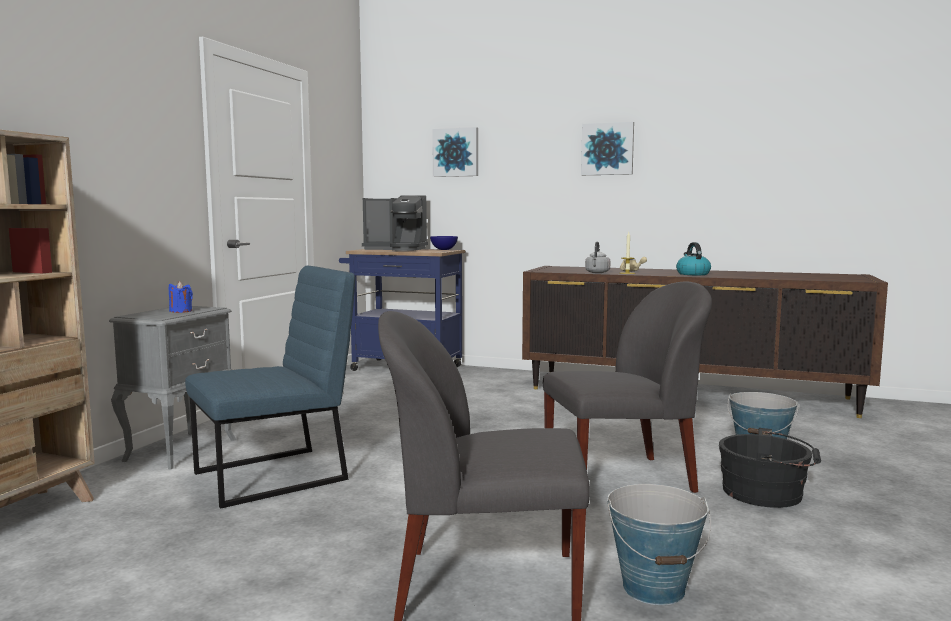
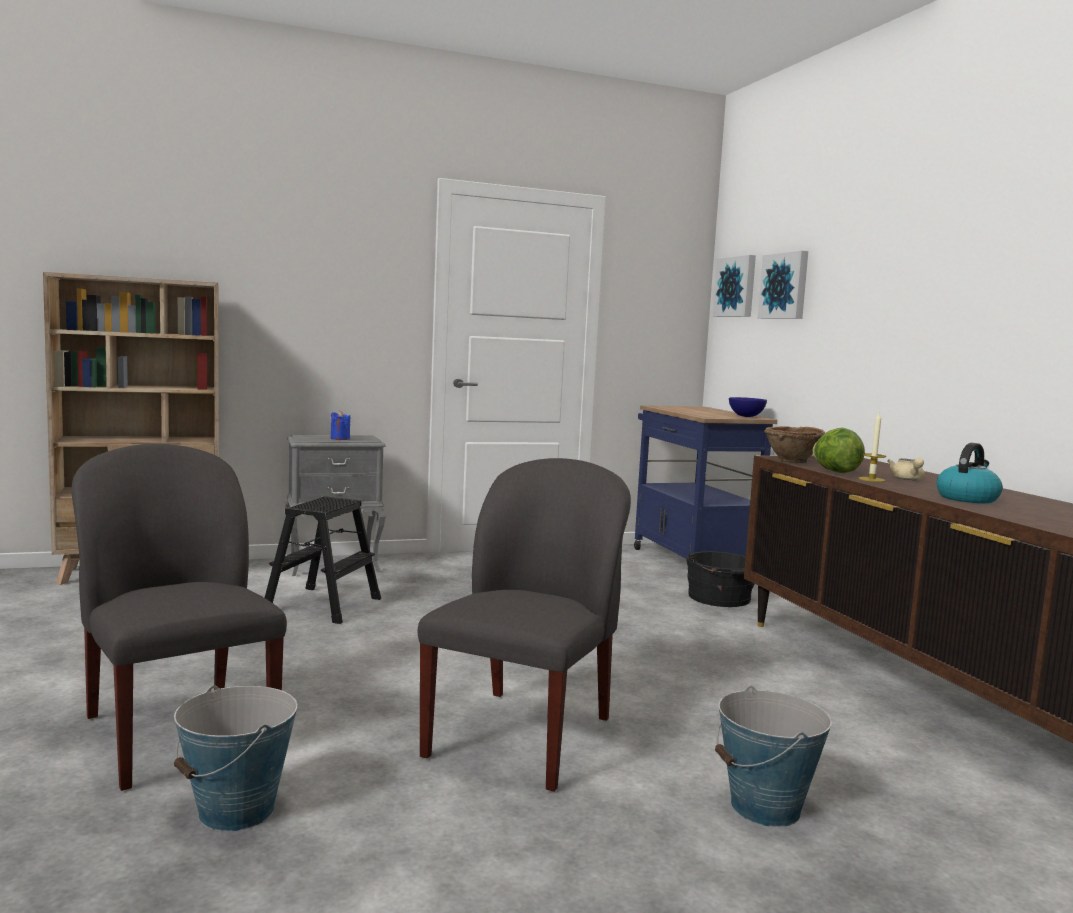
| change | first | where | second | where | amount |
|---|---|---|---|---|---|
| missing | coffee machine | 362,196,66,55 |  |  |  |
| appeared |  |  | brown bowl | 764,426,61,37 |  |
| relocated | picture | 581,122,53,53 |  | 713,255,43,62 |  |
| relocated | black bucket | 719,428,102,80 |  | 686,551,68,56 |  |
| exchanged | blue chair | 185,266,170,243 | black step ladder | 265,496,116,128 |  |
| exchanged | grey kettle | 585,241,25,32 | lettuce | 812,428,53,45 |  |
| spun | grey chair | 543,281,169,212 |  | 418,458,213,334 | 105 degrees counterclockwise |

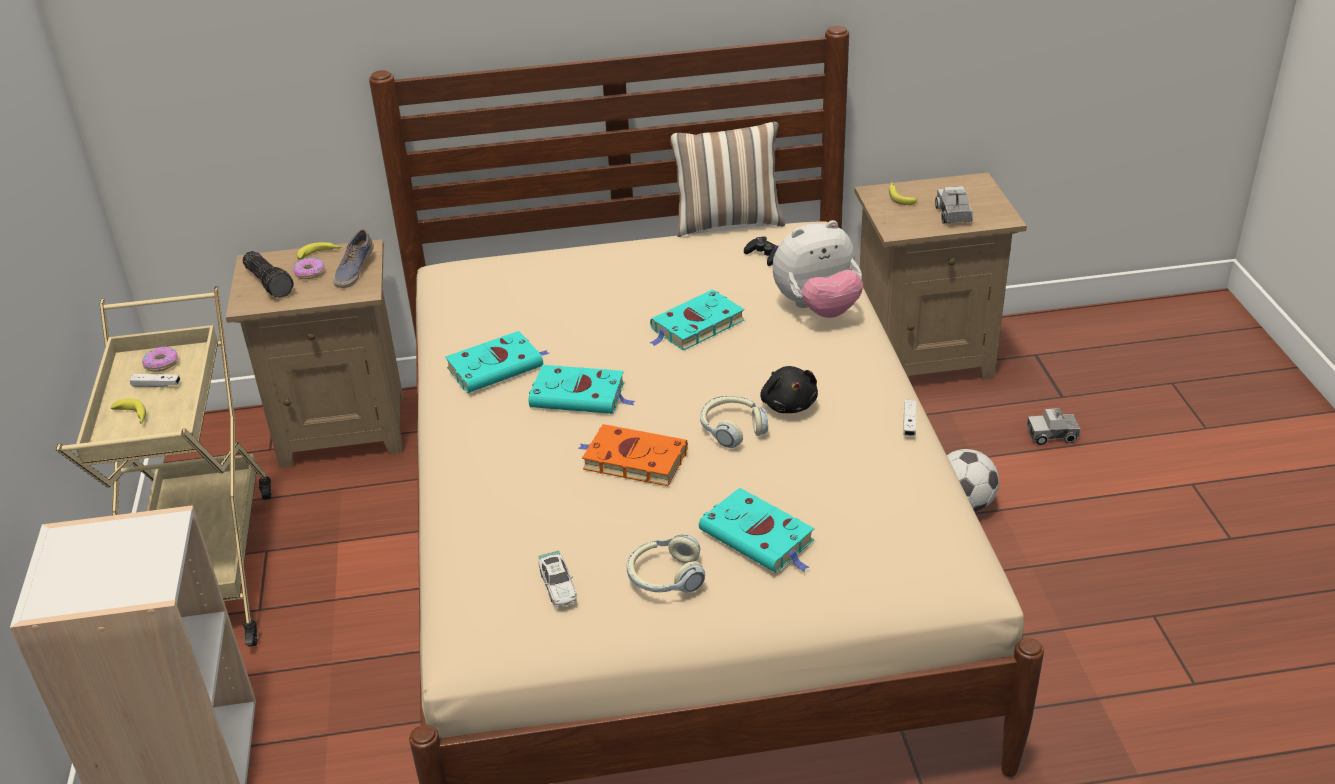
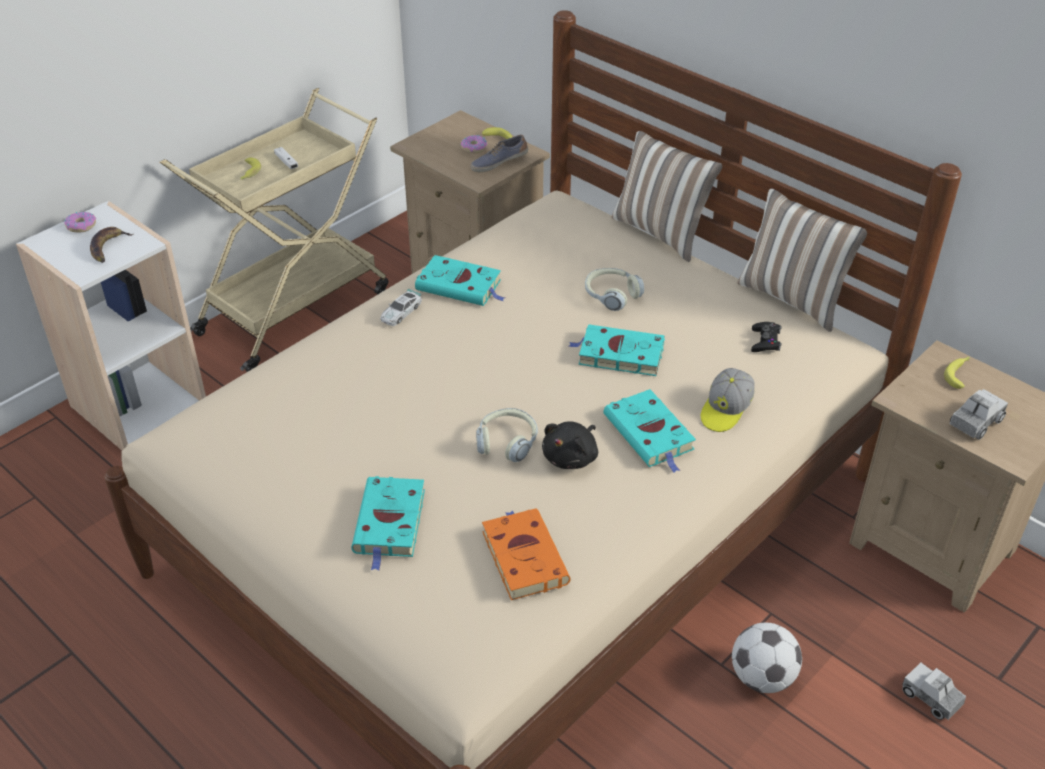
| change | first | where | second | where | amount |
|---|---|---|---|---|---|
| missing | flashlight | 243,251,51,47 |  |  |  |
| missing | white game controller | 903,400,13,36 |  |  |  |
| appeared |  |  | banana | 90,227,43,36 |  |
| appeared |  |  | pillow | 612,131,110,131 |  |
| relocated | donut | 142,347,36,25 |  | 64,212,32,20 |  |
| relocated | turquoise book | 529,365,106,49 |  | 604,389,92,84 |  |
| relocated | toy car | 538,550,39,57 |  | 380,289,42,37 |  |
| relocated | orange book | 578,424,110,62 |  | 482,508,88,92 |  |
| relocated | headphones | 627,534,78,58 |  | 585,268,59,43 |  |
| exchanged | plush toy | 773,220,90,98 | cap | 701,368,54,64 |  |

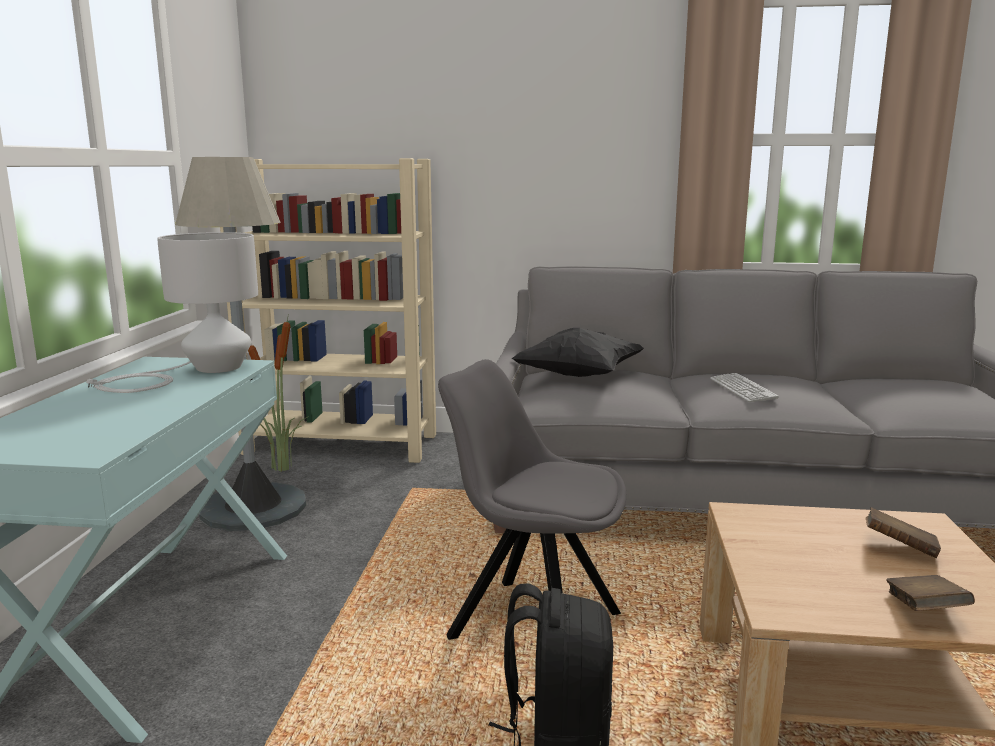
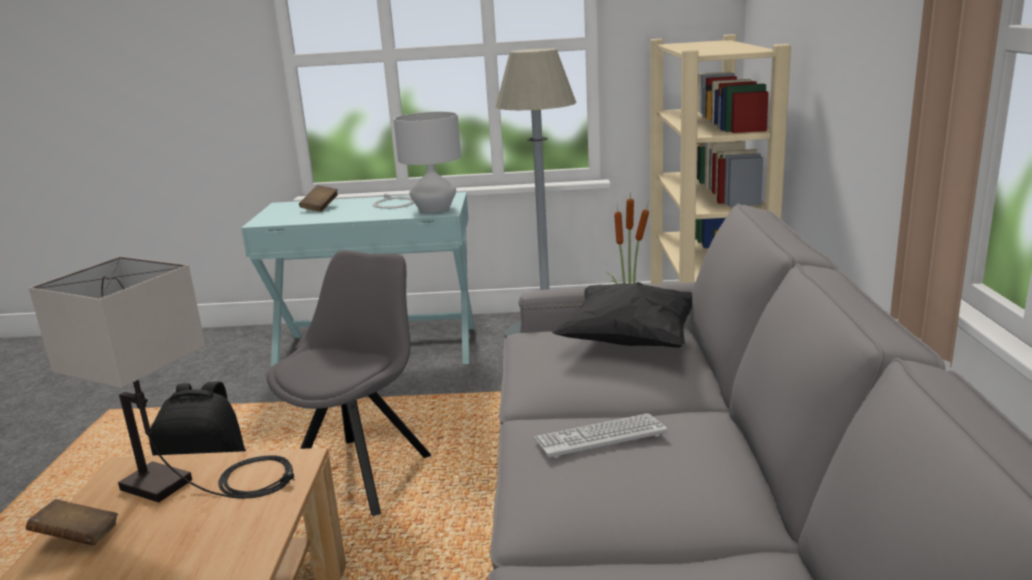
| change | first | where | second | where | amount |
|---|---|---|---|---|---|
| appeared |  |  | table lamp | 29,256,266,246 |  |
| relocated | brown book | 866,507,75,51 |  | 299,185,39,27 |  |

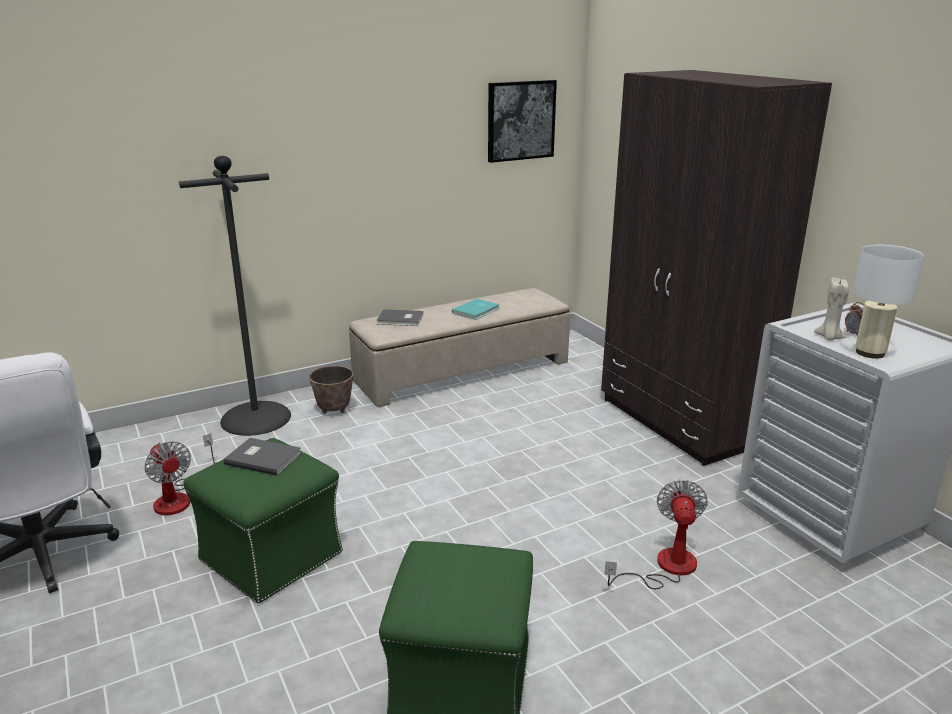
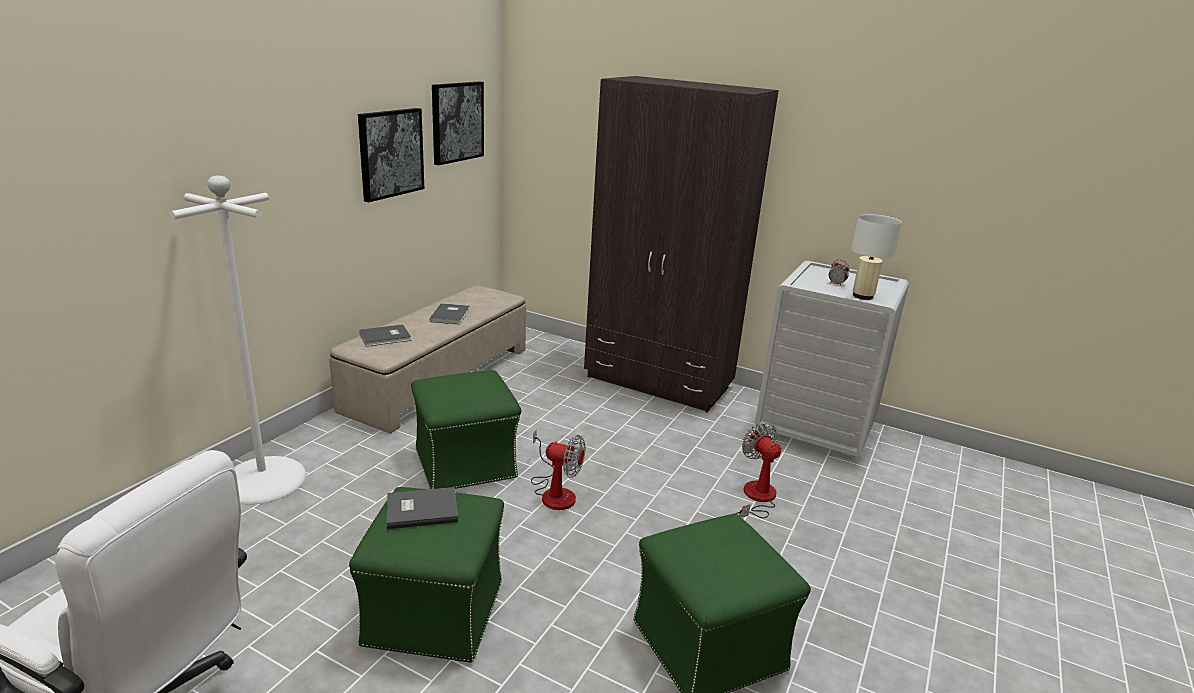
| change | first | where | second | where | amount |
|---|---|---|---|---|---|
| missing | planter | 309,366,44,48 |  |  |  |
| missing | beige candle | 814,278,35,62 |  |  |  |
| appeared |  |  | picture | 358,108,66,94 |  |
| appeared |  |  | green ottoman | 411,370,110,119 |  |
| relocated | fan | 144,433,71,82 |  | 531,430,54,80 |  |
| colour | black clothes rack | 179,156,112,280 | white clothes rack | 170,176,136,328 |  |
| colour | turquoise book | 452,299,48,21 | grey book | 430,303,40,21 |  |

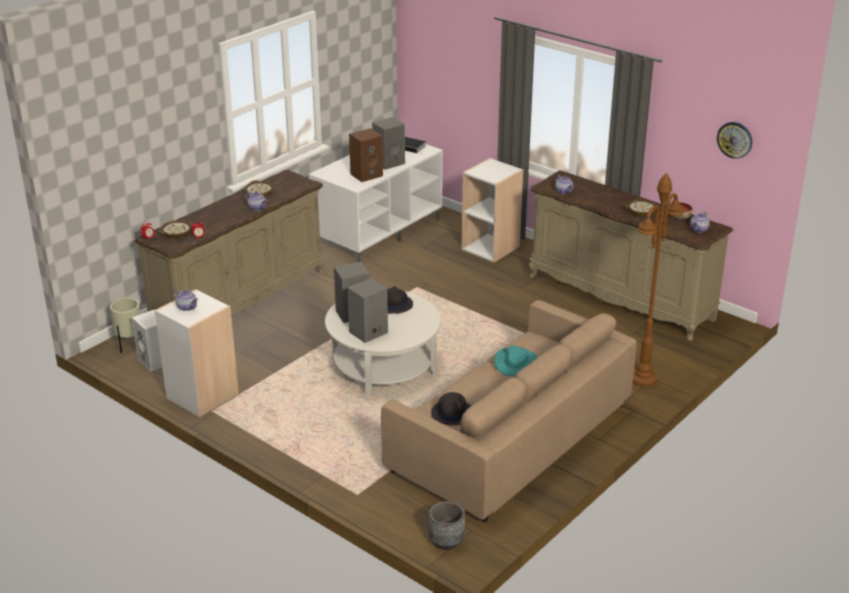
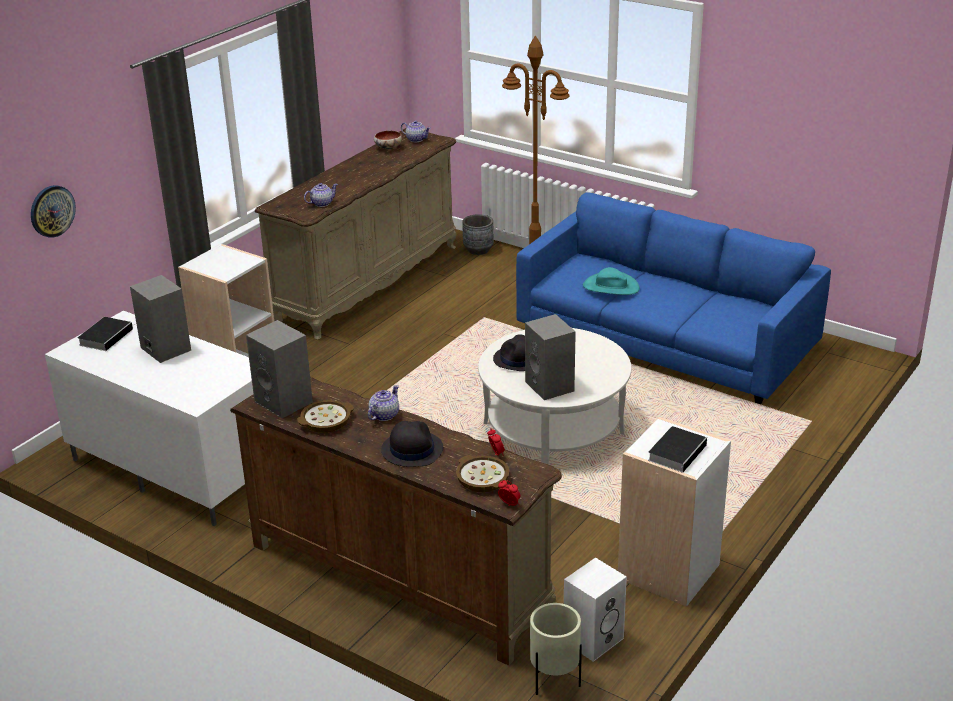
| change | first | where | second | where | amount |
|---|---|---|---|---|---|
| missing | brown speaker | 349,128,34,54 |  |  |  |
| missing | bowl | 625,200,35,17 |  |  |  |
| relocated | grey speaker | 347,278,41,65 |  | 246,320,67,98 |  |
| relocated | grey planter | 429,501,36,49 |  | 462,214,32,41 |  |
| relocated | black hat | 431,392,40,33 |  | 381,421,62,46 |  |
| relocated | wall clock | 717,122,35,37 |  | 31,185,45,53 |  |
| exchanged | teapot | 173,290,25,21 | book | 648,426,60,47 |  |
| colour | beige sofa | 381,300,256,222 | blue sofa | 516,193,315,211 |  |

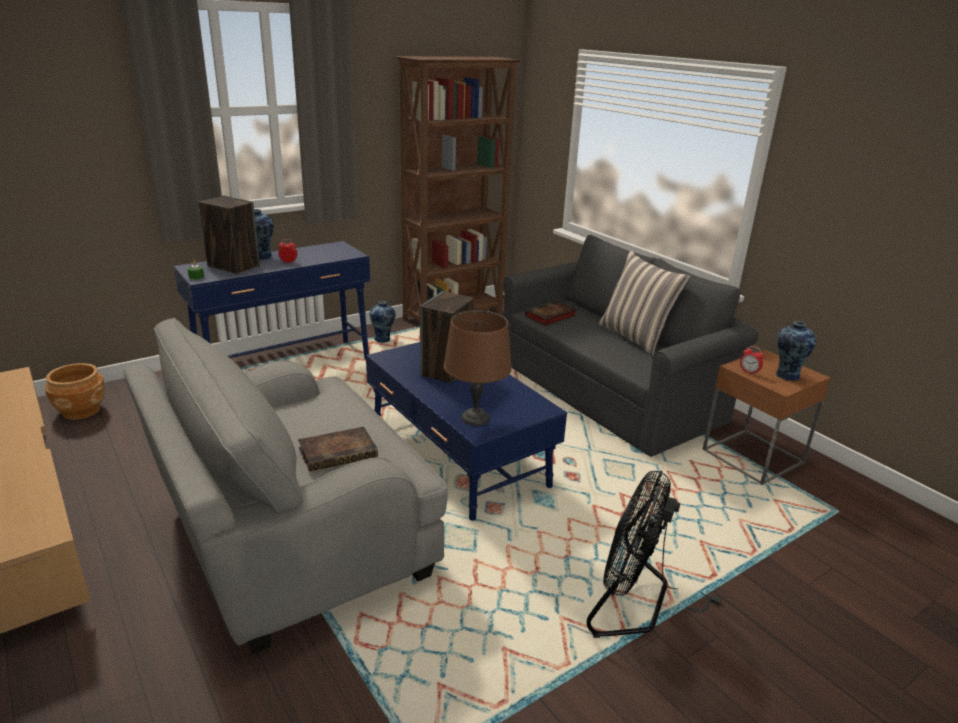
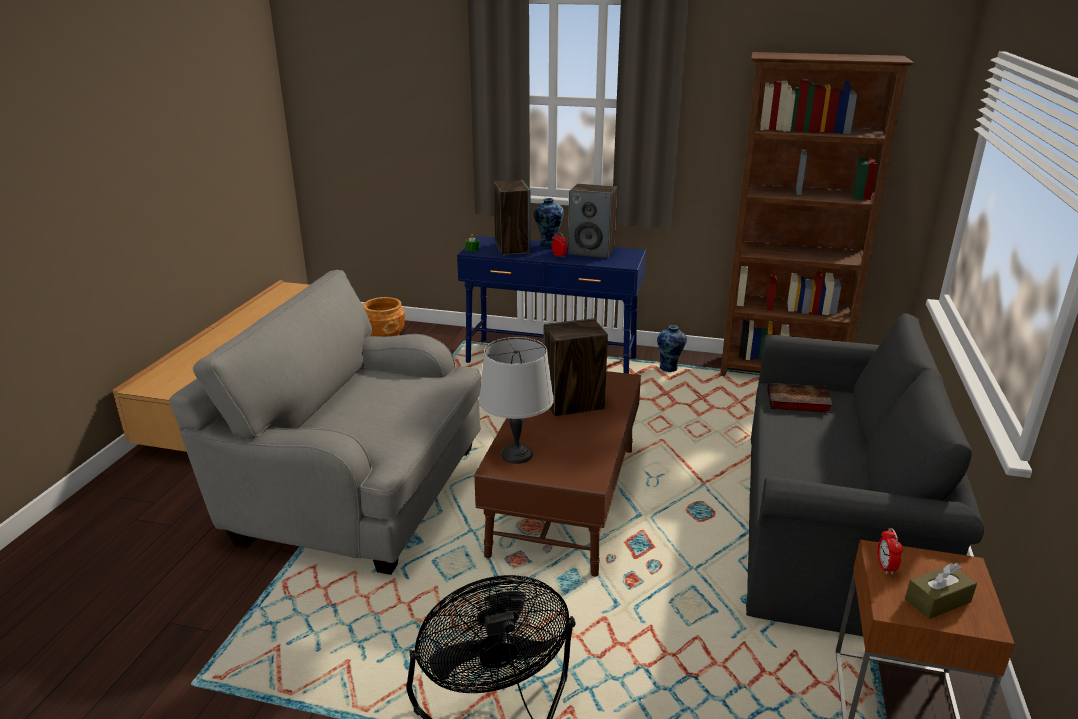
| change | first | where | second | where | amount |
|---|---|---|---|---|---|
| missing | book | 298,427,80,45 |  |  |  |
| missing | pillow | 599,250,92,106 |  |  |  |
| appeared |  |  | speaker | 568,184,49,74 |  |
| exchanged | vase | 776,321,40,60 | brown tissue box | 905,563,72,56 |  |
| colour | blue coffee table | 366,342,201,179 | brown coffee table | 474,371,167,206 |  |
| colour | brown table lamp | 444,310,68,116 | grey table lamp | 479,337,75,127 |  |

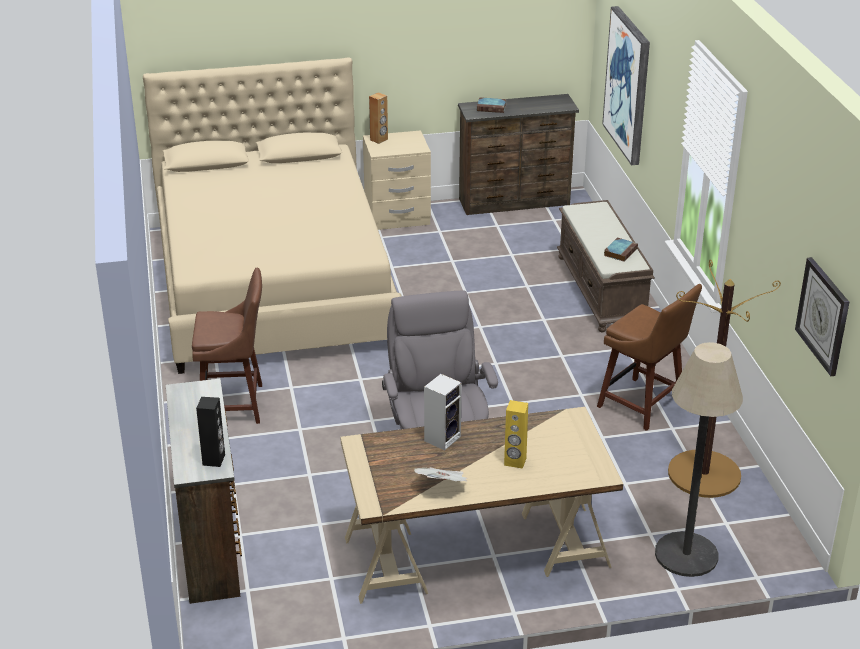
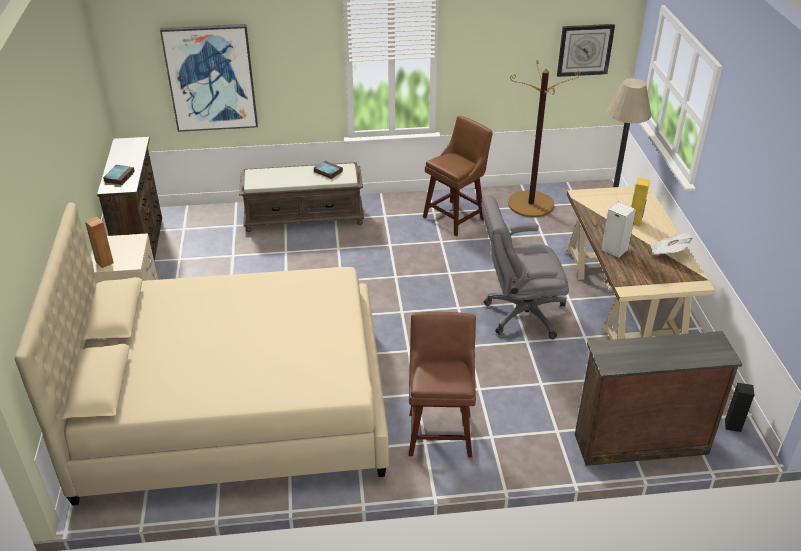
| change | first | where | second | where | amount |
|---|---|---|---|---|---|
| relocated | black speaker | 196,397,29,70 |  | 725,383,29,49 |  |

